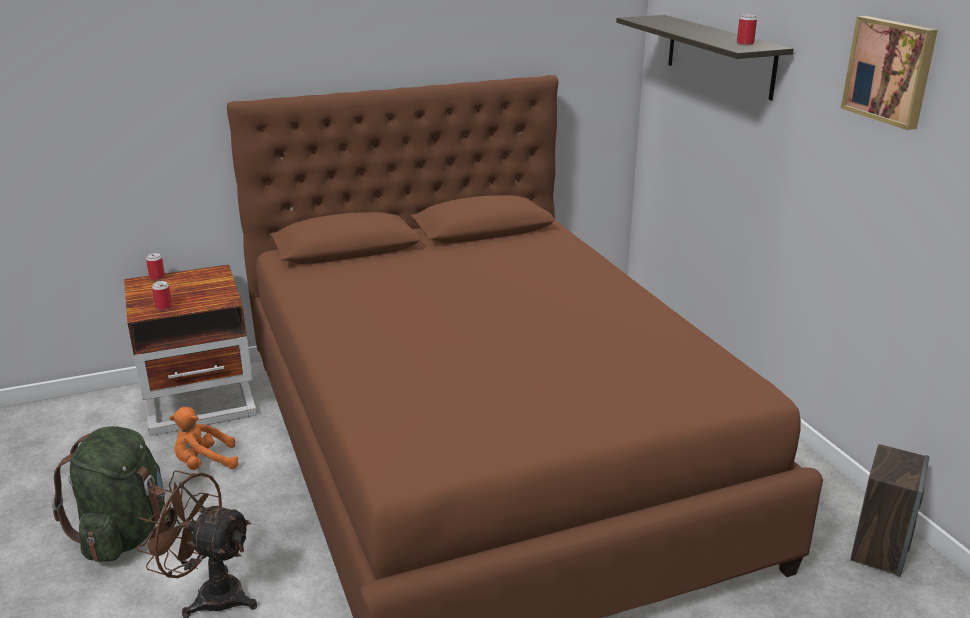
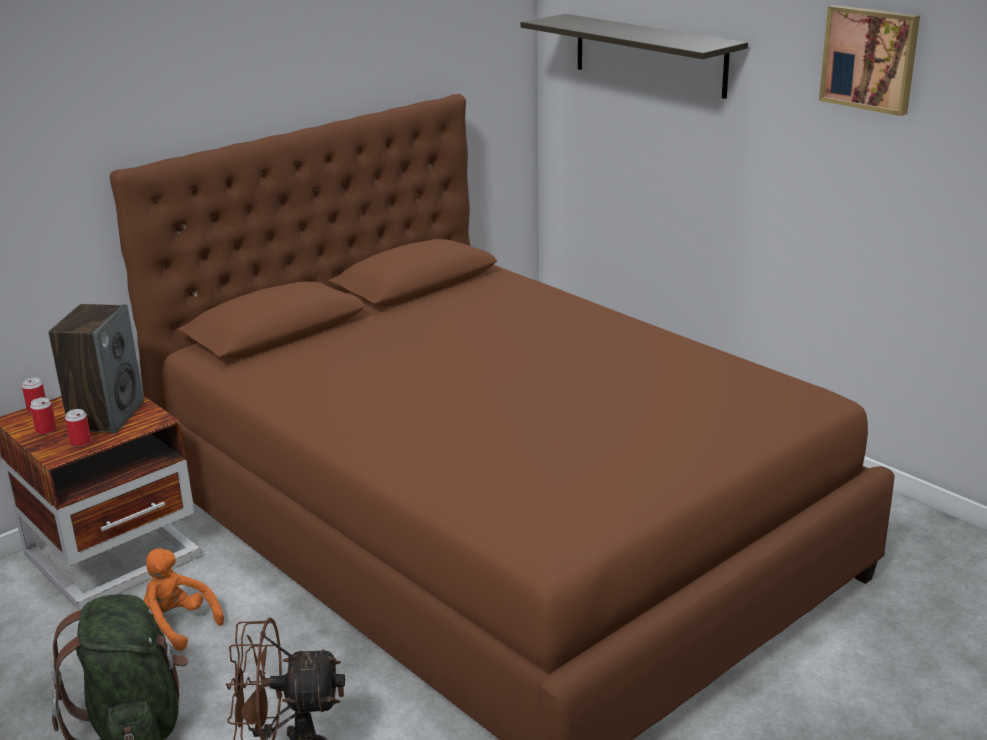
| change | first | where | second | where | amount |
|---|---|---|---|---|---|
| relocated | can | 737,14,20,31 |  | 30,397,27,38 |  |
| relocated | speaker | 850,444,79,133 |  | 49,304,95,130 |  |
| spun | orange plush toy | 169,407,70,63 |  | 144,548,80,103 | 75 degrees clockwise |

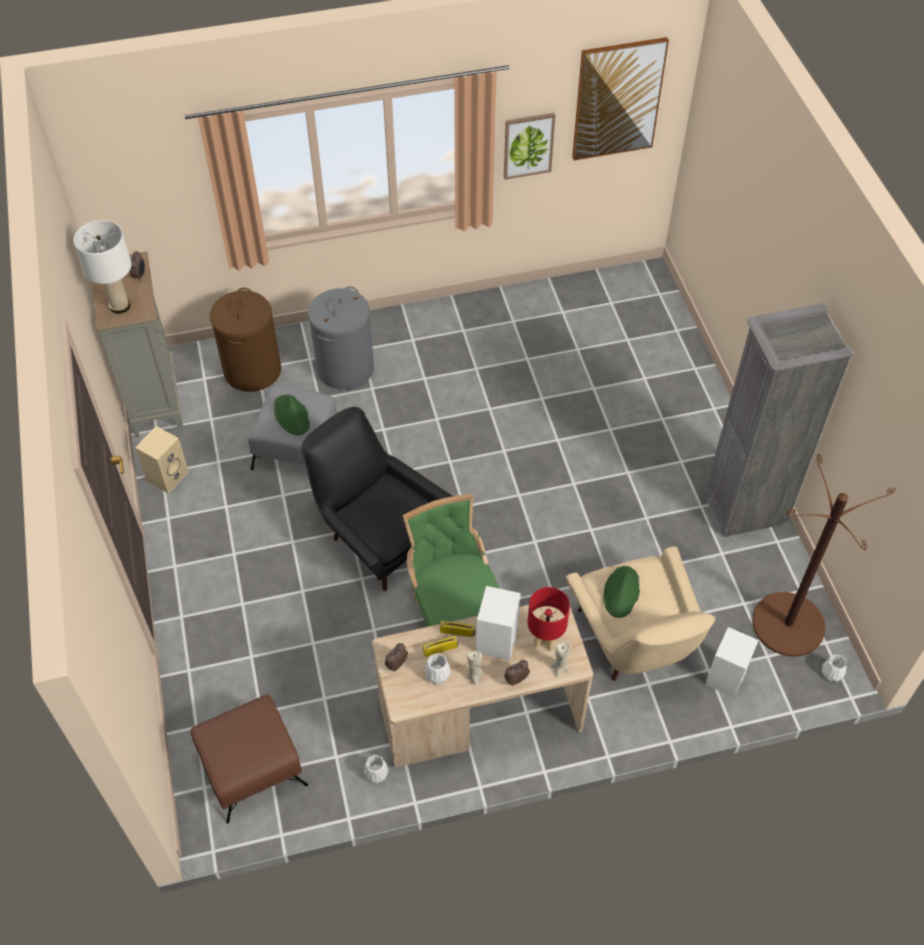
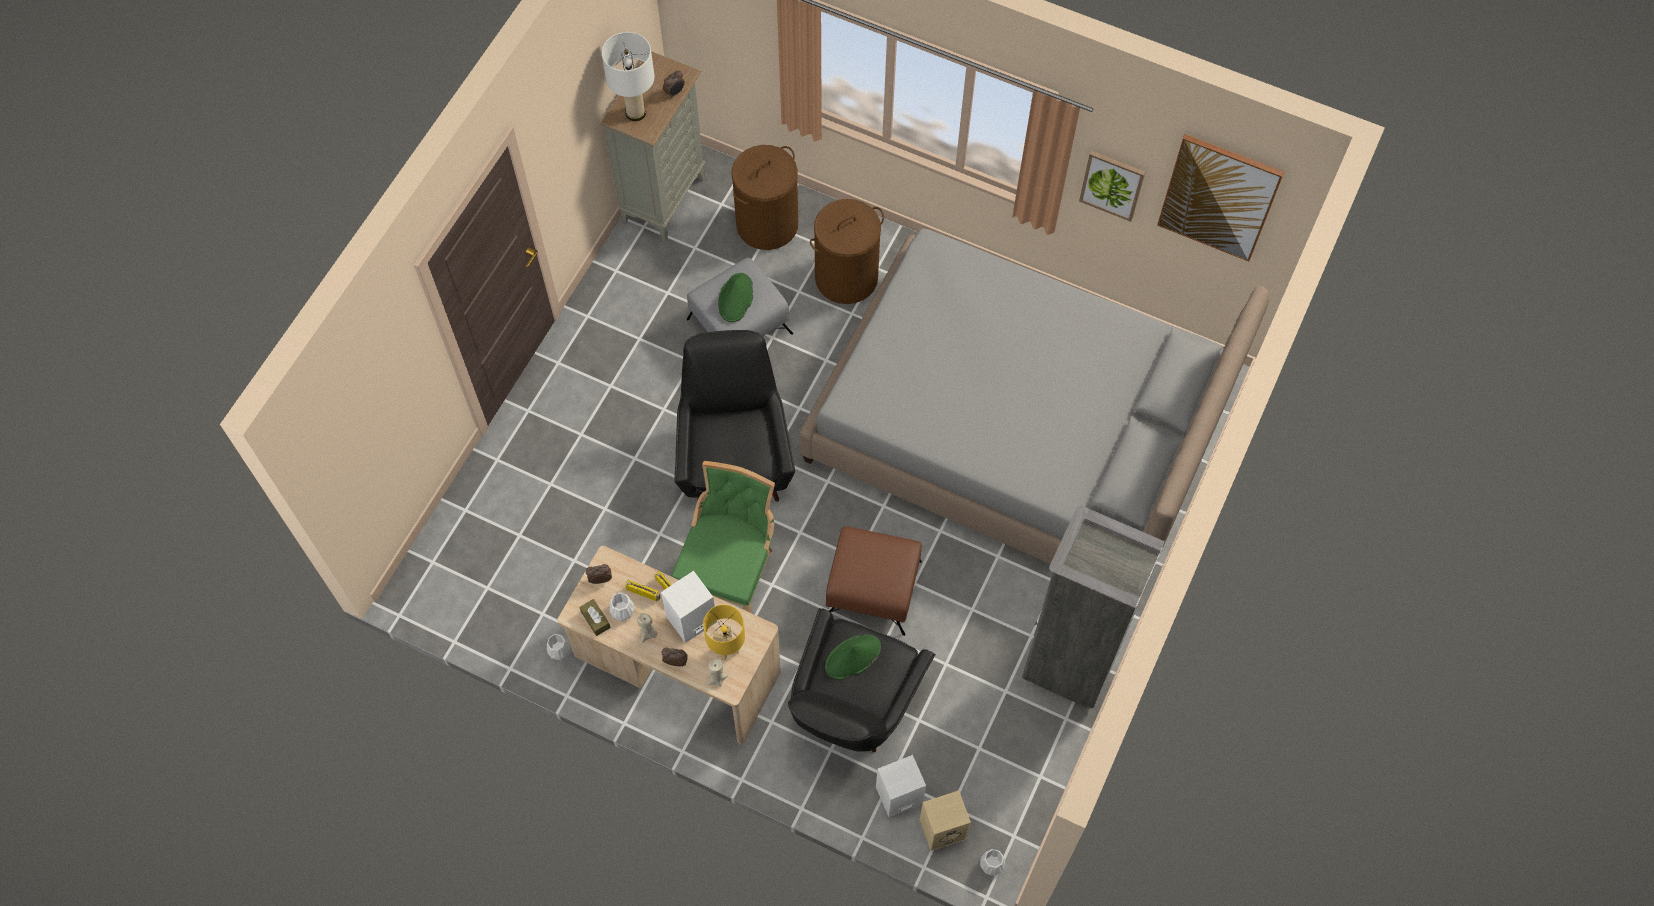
| change | first | where | second | where | amount |
|---|---|---|---|---|---|
| missing | brown clothes rack | 752,455,143,202 |  |  |  |
| appeared |  |  | brown tissue box | 579,599,32,37 |  |
| appeared |  |  | grey bed | 800,228,469,336 |  |
| relocated | beige speaker | 135,426,54,67 |  | 920,791,51,60 |  |
| relocated | brown ottoman | 190,695,118,129 |  | 826,526,96,110 |  |
| colour | grey laundry basket | 308,286,66,104 | brown laundry basket | 810,199,74,105 |  |
| colour | red table lamp | 528,587,42,65 | yellow table lamp | 703,605,42,56 |  |
| colour | beige armchair | 565,546,151,135 | black armchair | 788,608,148,144 |  |

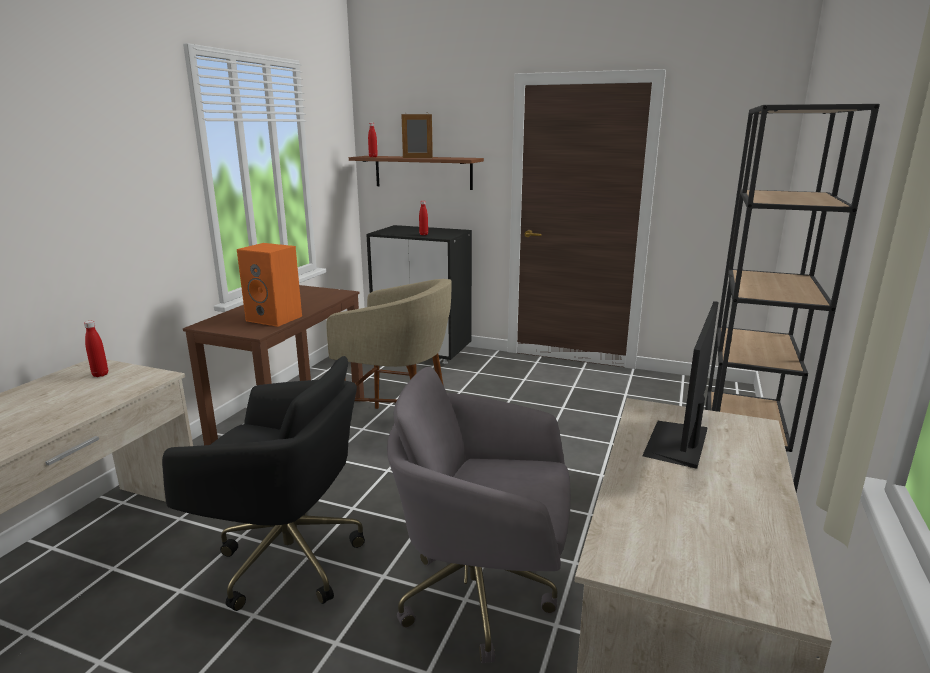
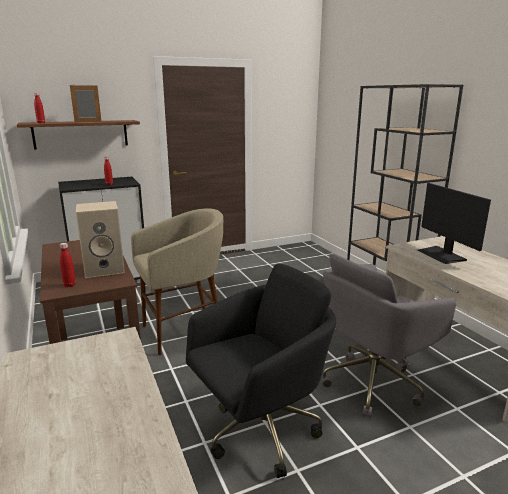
| change | first | where | second | where | amount |
|---|---|---|---|---|---|
| relocated | red bottle | 84,321,24,56 |  | 60,243,16,44 |  |
| colour | orange speaker | 237,243,65,84 | beige speaker | 76,201,49,77 |  |

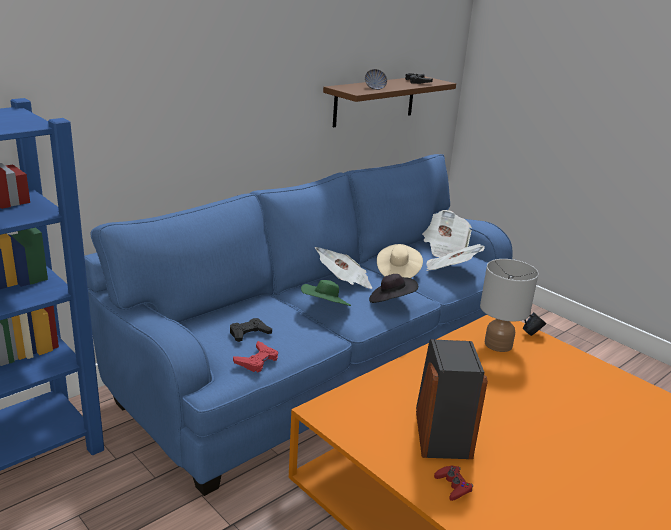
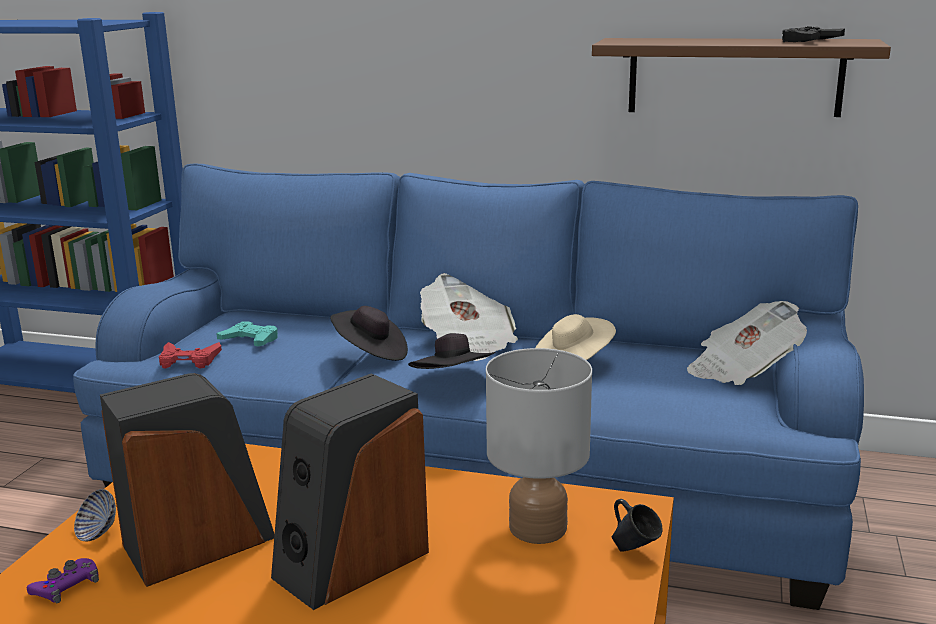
| change | first | where | second | where | amount |
|---|---|---|---|---|---|
| missing | newspaper | 426,244,59,27 |  |  |  |
| appeared |  |  | speaker | 271,373,158,237 |  |
| relocated | bowl | 365,69,22,21 |  | 74,489,42,52 |  |
| colour | black game controller | 230,318,42,24 | turquoise game controller | 216,321,62,26 |  |
| colour | green hat | 301,280,50,26 | black hat | 330,306,78,55 |  |
| colour | red game controller | 434,466,39,35 | purple game controller | 27,558,72,46 |  |

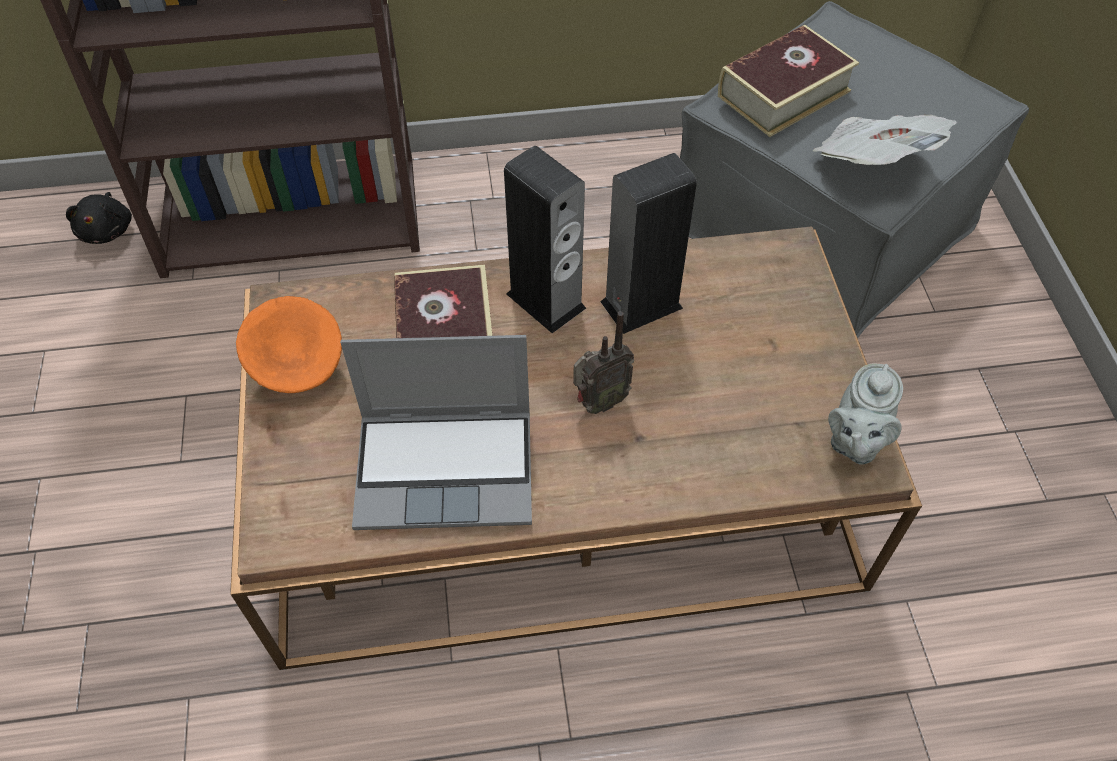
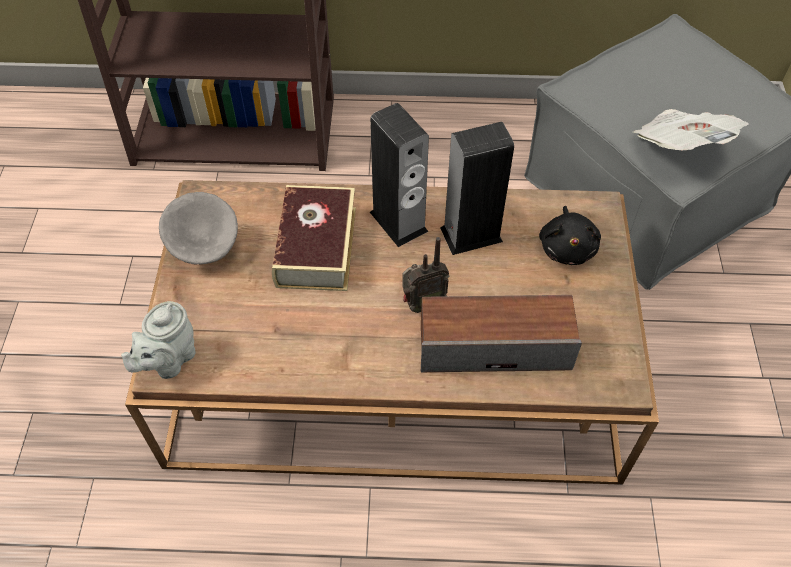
| change | first | where | second | where | amount |
|---|---|---|---|---|---|
| missing | laptop | 340,335,192,195 |  |  |  |
| missing | book | 718,25,141,112 |  |  |  |
| appeared |  |  | speaker | 421,295,161,77 |  |
| relocated | black plush toy | 66,192,66,52 |  | 539,206,62,59 |  |
| relocated | grey teapot | 828,363,75,102 |  | 121,301,75,78 |  |
| colour | orange bowl | 236,296,106,97 | grey bowl | 159,192,79,73 |  |

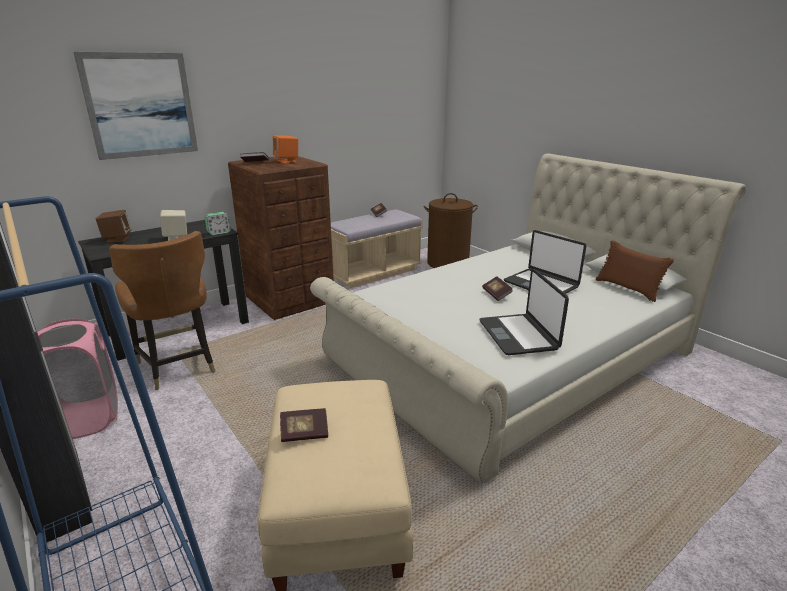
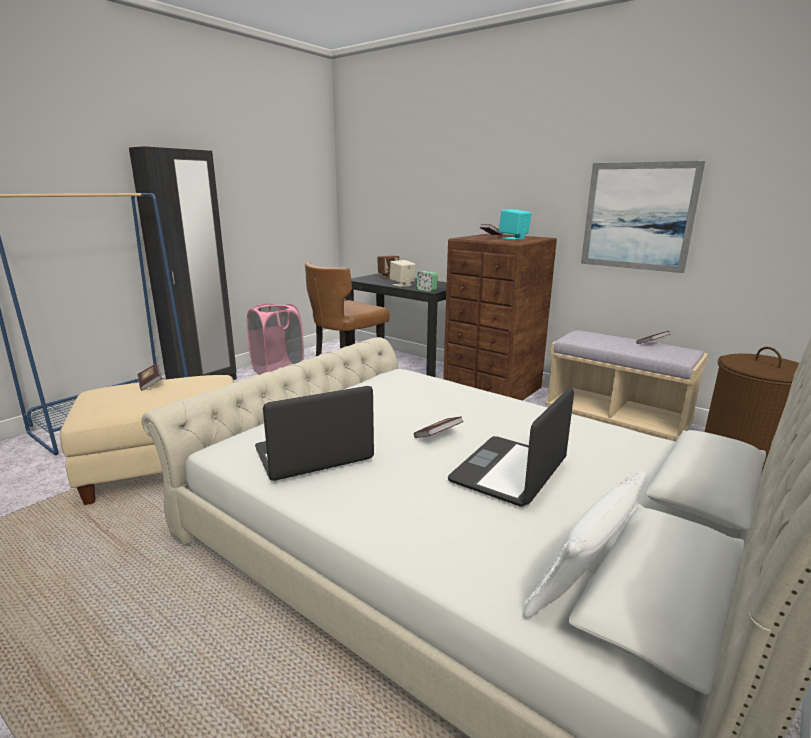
| change | first | where | second | where | amount |
|---|---|---|---|---|---|
| relocated | picture | 74,52,124,108 |  | 581,161,124,112 |  |
| colour | orange speaker | 273,135,25,28 | turquoise speaker | 499,209,32,31 |  |
| colour | brown pillow | 596,240,78,62 | white pillow | 523,471,123,147 |  |

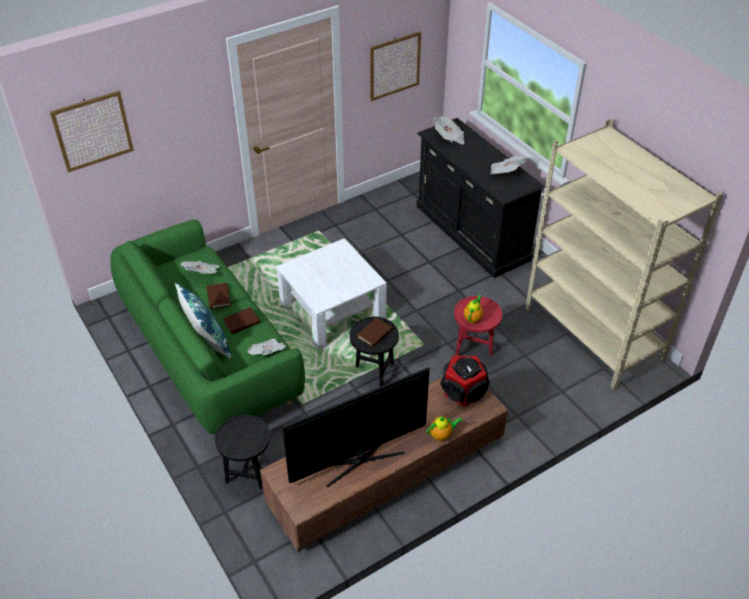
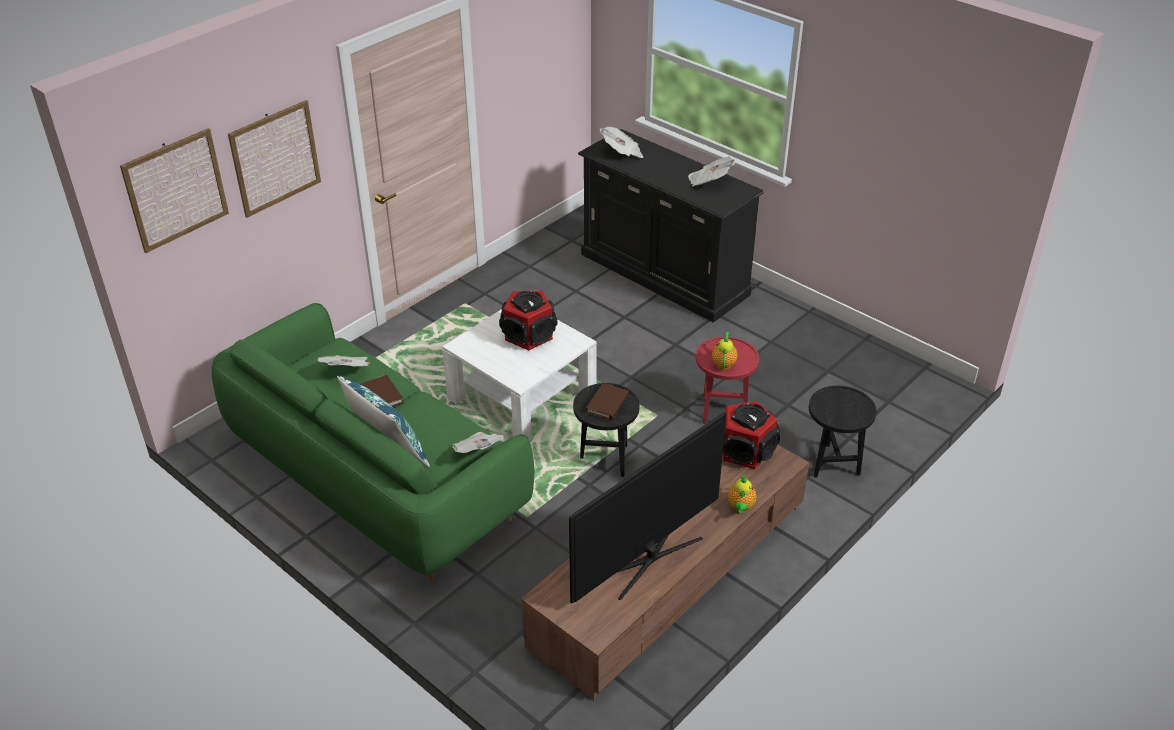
| change | first | where | second | where | amount |
|---|---|---|---|---|---|
| missing | brown book | 223,307,37,27 |  |  |  |
| missing | beige bookcase | 525,119,198,271 |  |  |  |
| appeared |  |  | speaker | 499,291,58,59 |  |
| relocated | black side table | 215,415,55,74 |  | 809,386,68,92 |  |
| relocated | picture | 370,31,51,70 |  | 228,100,93,118 |  |
| spun | teapot | 427,416,35,25 |  | 728,475,29,38 | 135 degrees clockwise |

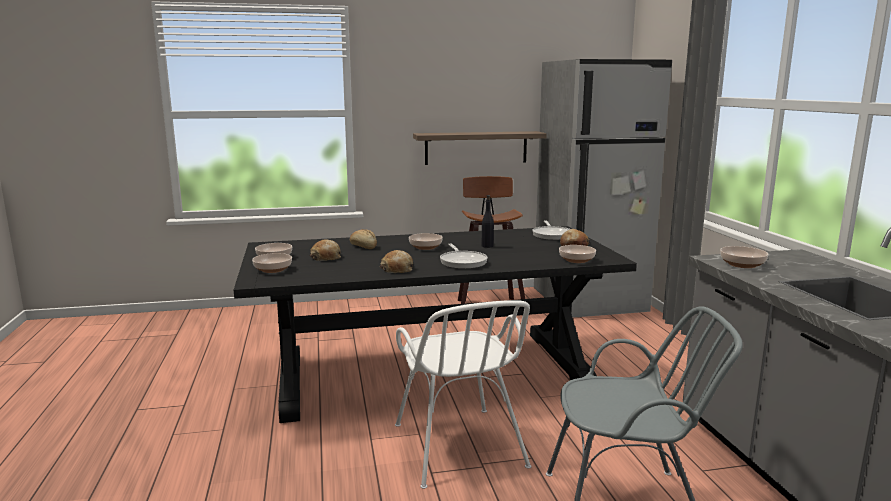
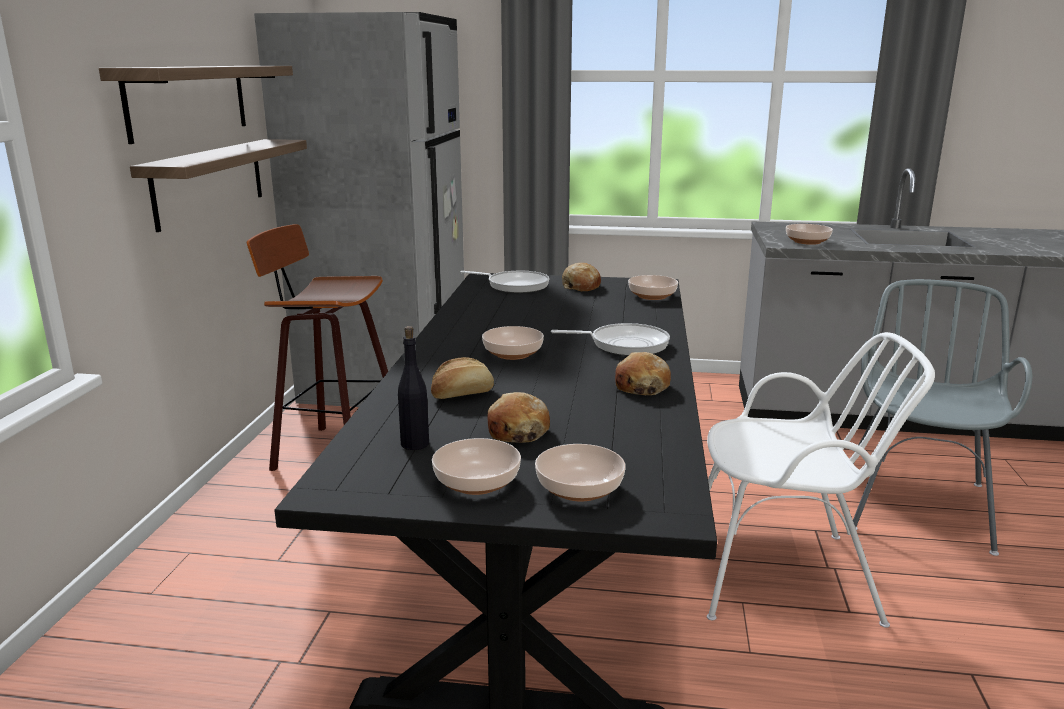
| change | first | where | second | where | amount |
|---|---|---|---|---|---|
| appeared |  |  | shelf | 99,66,194,78 |  |
| relocated | black bottle | 482,195,12,53 |  | 398,326,31,124 |  |

